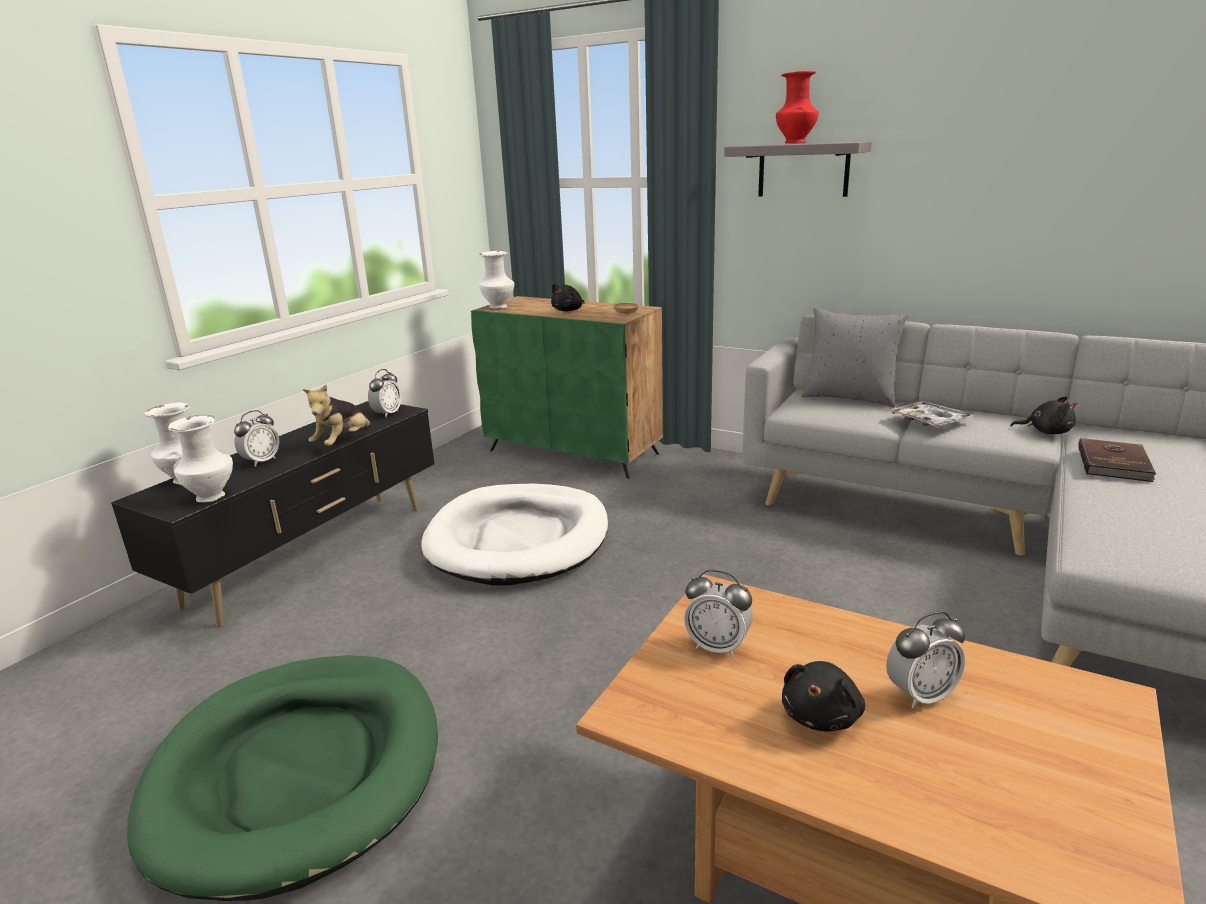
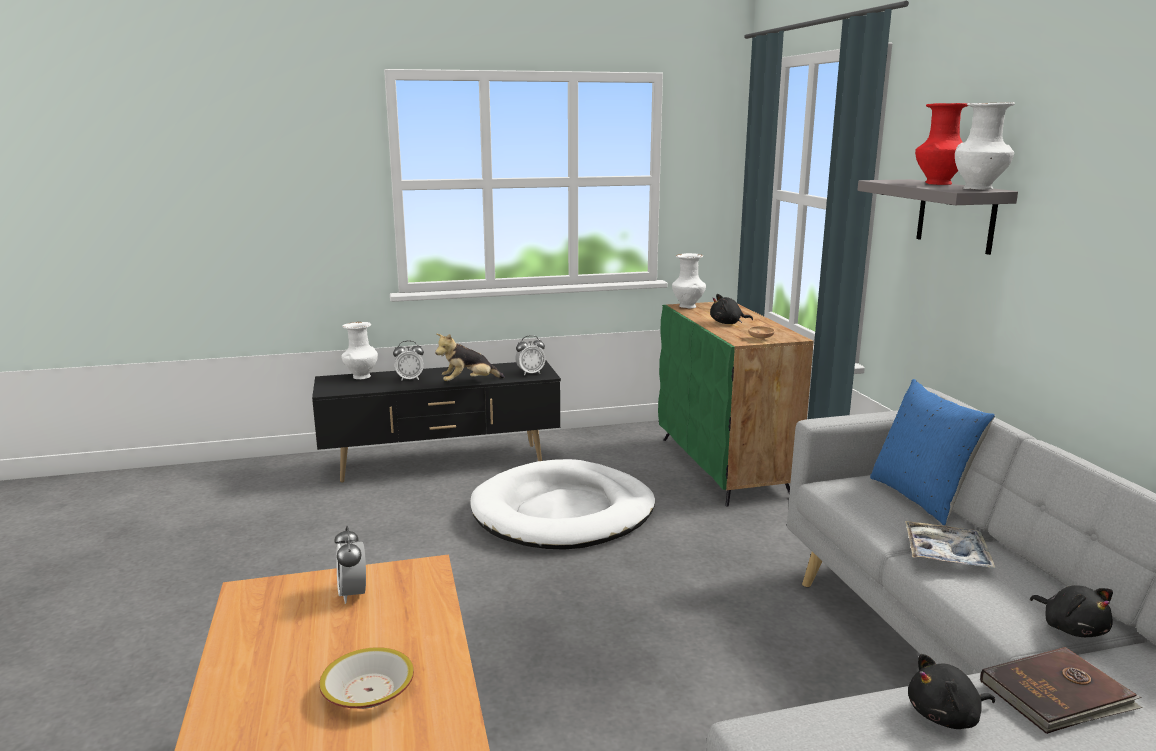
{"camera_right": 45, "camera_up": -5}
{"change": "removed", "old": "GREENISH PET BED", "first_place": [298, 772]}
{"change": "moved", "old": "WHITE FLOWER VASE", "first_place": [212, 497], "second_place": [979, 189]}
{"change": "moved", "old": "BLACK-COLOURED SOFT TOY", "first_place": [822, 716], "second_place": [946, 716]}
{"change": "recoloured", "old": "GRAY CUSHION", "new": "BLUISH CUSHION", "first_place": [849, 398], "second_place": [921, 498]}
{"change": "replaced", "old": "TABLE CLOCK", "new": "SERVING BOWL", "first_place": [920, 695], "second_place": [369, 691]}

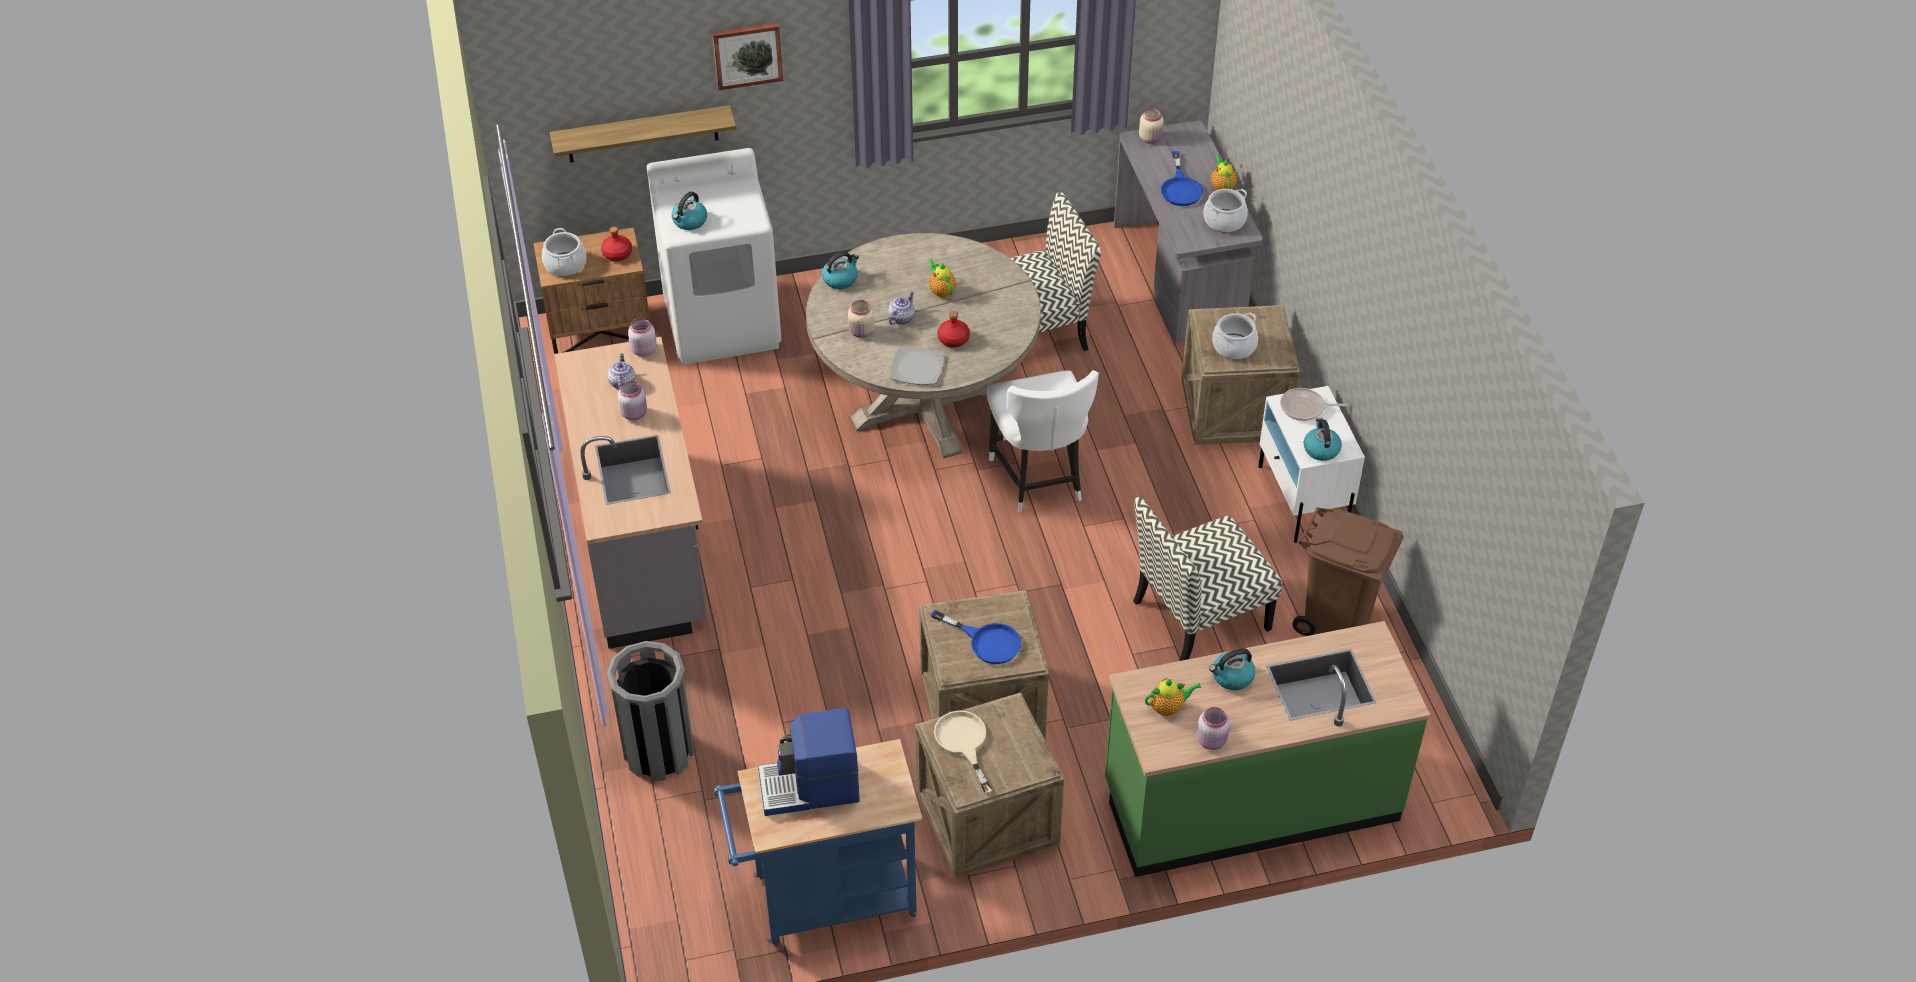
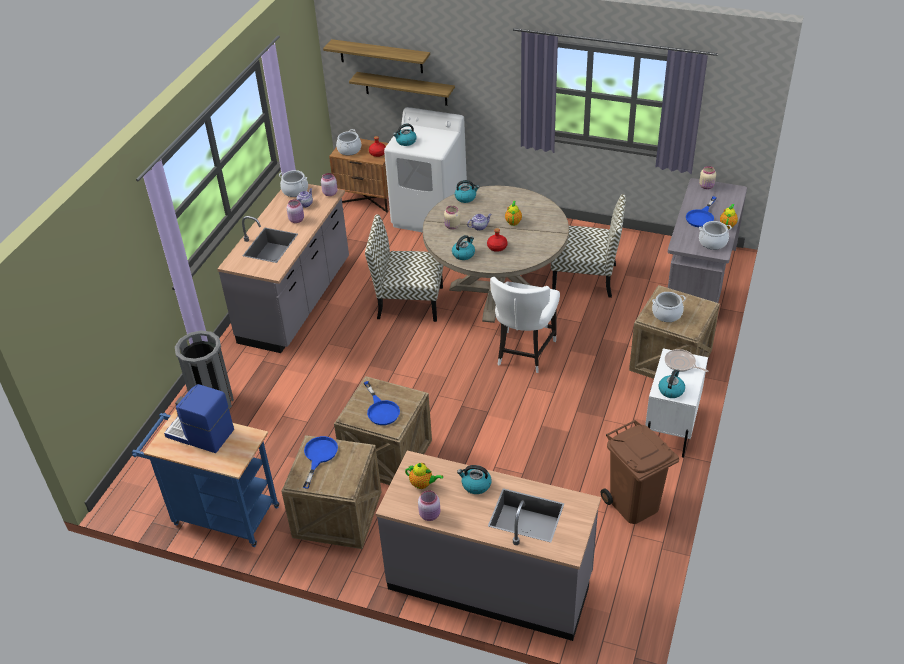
{"camera_right": 35, "camera_up": -5}
{"change": "removed", "old": "PICTURE", "first_place": [747, 54]}
{"change": "replaced", "old": "FLAT DISH", "new": "KETTLE", "first_place": [916, 368], "second_place": [463, 254]}
{"change": "recoloured", "old": "SAND-COLOURED PAN", "new": "BLUISH PAN", "first_place": [963, 743], "second_place": [319, 456]}
{"change": "recoloured", "old": "GREENISH KITCHEN COUNTER", "new": "GRAY KITCHEN COUNTER", "first_place": [1250, 802], "second_place": [490, 582]}
{"change": "moved", "old": "PLAIN CHAIR", "first_place": [1199, 616], "second_place": [408, 302]}
{"change": "added", "new": "COOKING POT", "second_place": [295, 190]}
{"change": "added", "new": "BRACKET SHELF", "second_place": [381, 56]}

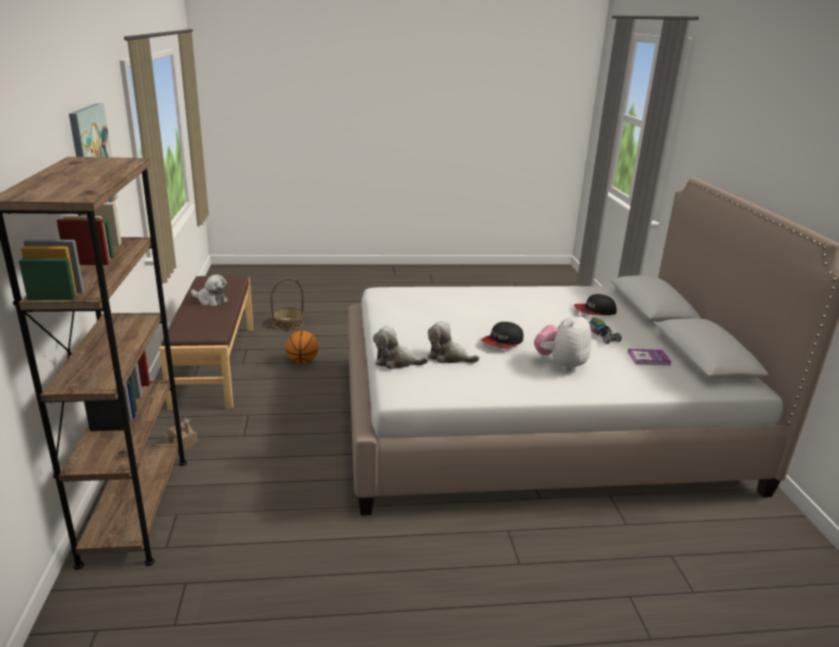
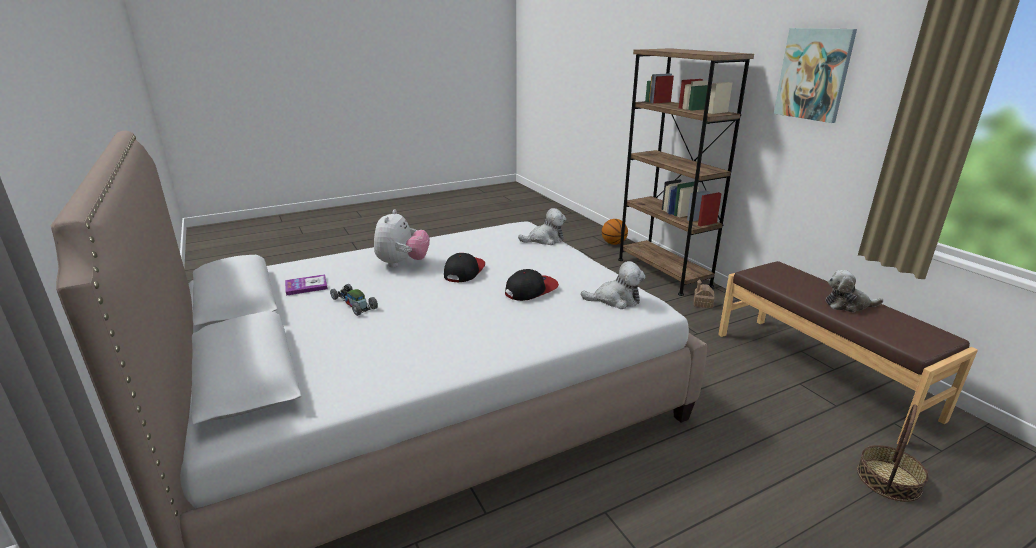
{"camera_right": 160, "camera_up": 0}
{"change": "moved", "old": "BASKETBALL BALL", "first_place": [302, 361], "second_place": [613, 243]}
{"change": "moved", "old": "SOFT TOY", "first_place": [448, 357], "second_place": [615, 300]}
{"change": "moved", "old": "PEAKED CAP", "first_place": [594, 311], "second_place": [531, 290]}

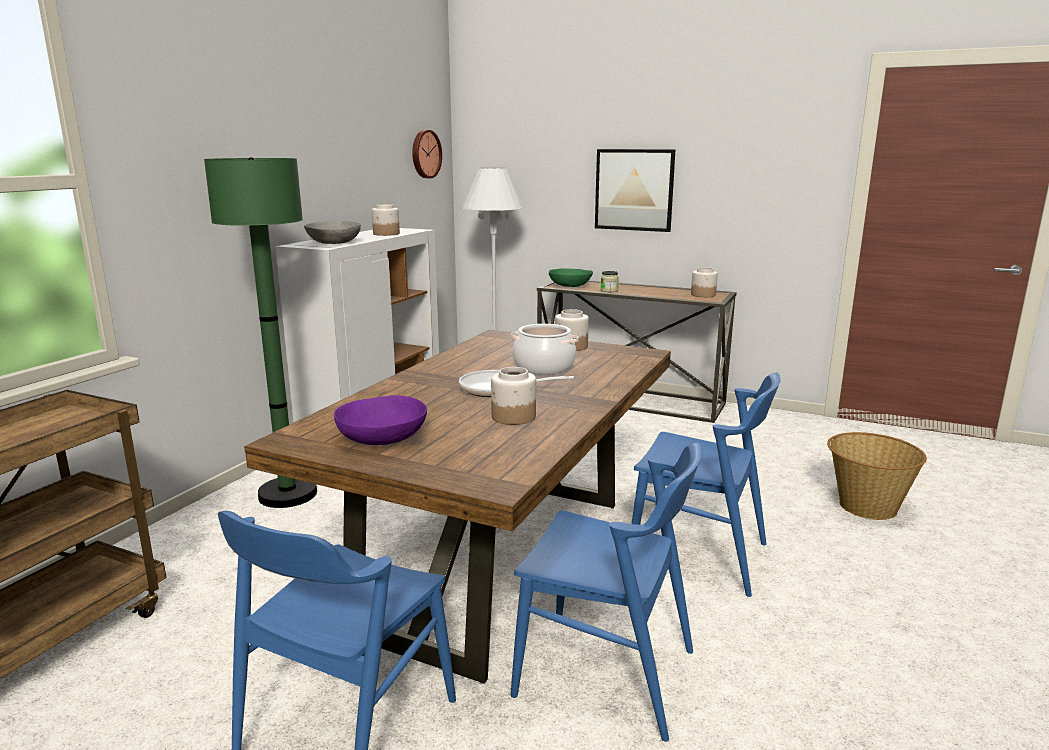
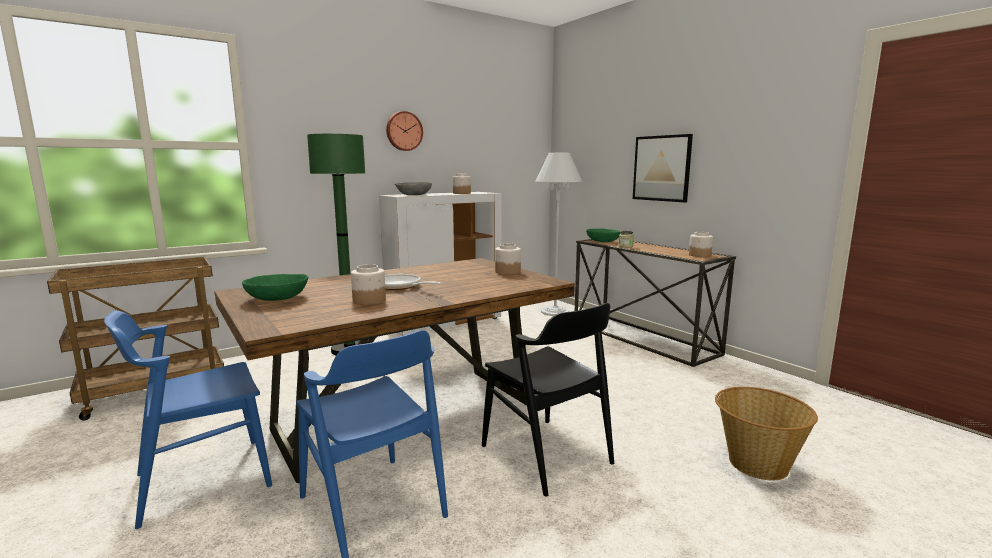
{"camera_right": 30, "camera_up": -5}
{"change": "recoloured", "old": "PURPLE SERVING BOWL", "new": "GREENISH SERVING BOWL", "first_place": [382, 438], "second_place": [277, 298]}
{"change": "moved", "old": "HANGING CLOCK", "first_place": [425, 154], "second_place": [404, 131]}
{"change": "removed", "old": "COOKING POT", "first_place": [543, 367]}
{"change": "recoloured", "old": "BLUISH PLAIN CHAIR", "new": "BLACK-COLOURED PLAIN CHAIR", "first_place": [698, 555], "second_place": [546, 454]}

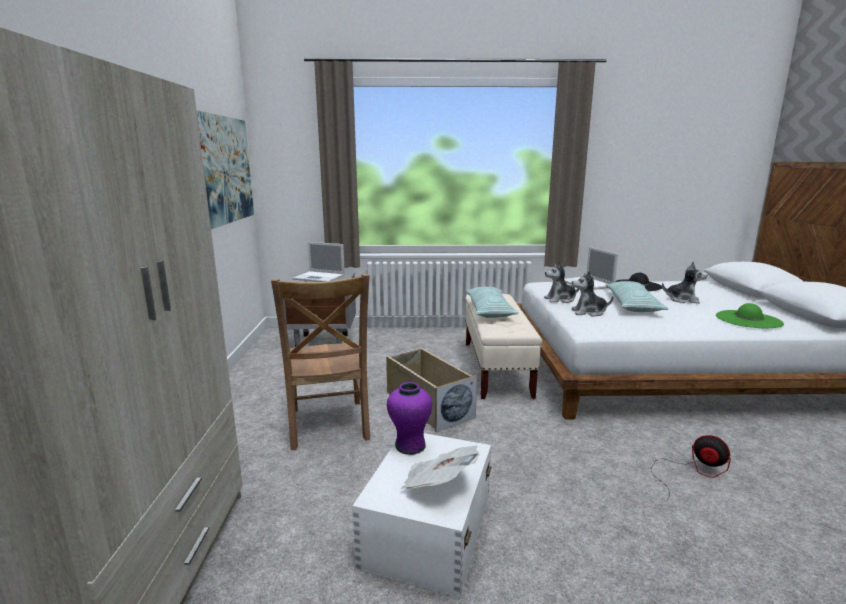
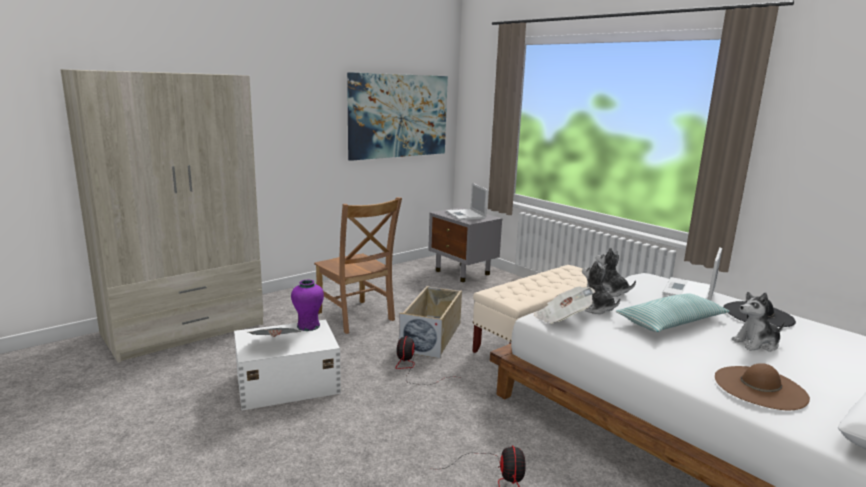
{"camera_right": 50, "camera_up": 0}
{"change": "turned", "old": "BROWNISH PLAIN CHAIR", "first_place": [328, 426], "second_place": [356, 317], "degrees": -75}
{"change": "removed", "old": "CUSHION", "first_place": [489, 310]}
{"change": "turned", "old": "SOFT TOY", "first_place": [682, 300], "second_place": [756, 344], "degrees": 90}
{"change": "recoloured", "old": "GREENISH WEARABLE HAT", "new": "BROWNISH WEARABLE HAT", "first_place": [748, 319], "second_place": [760, 387]}
{"change": "added", "new": "COOLING FAN", "second_place": [413, 369]}
{"change": "added", "new": "PRINTED PAPER", "second_place": [562, 318]}

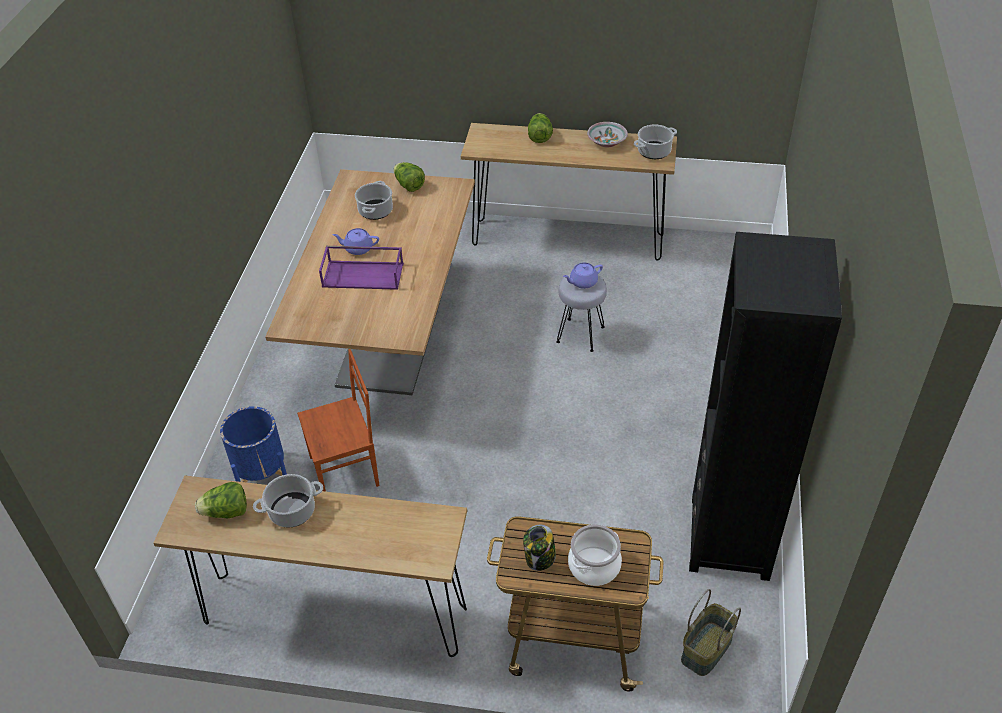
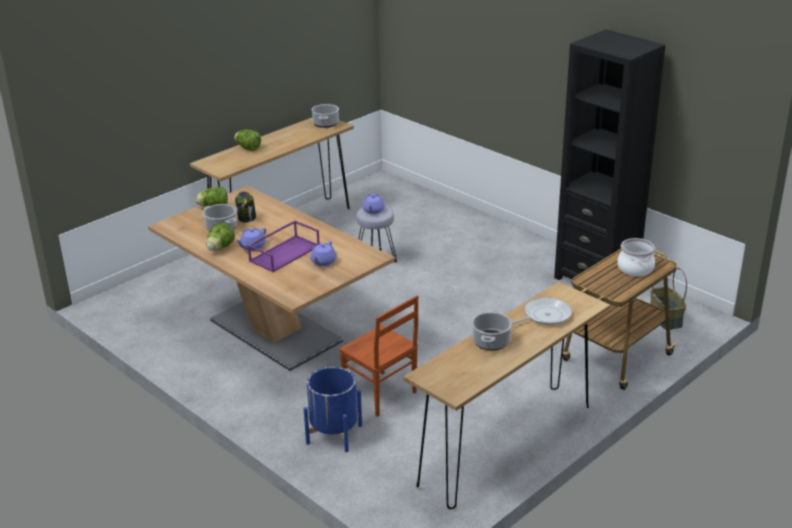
{"camera_right": -55, "camera_up": -15}
{"change": "moved", "old": "HEAD OF LETTUCE", "first_place": [226, 512], "second_place": [220, 248]}
{"change": "turned", "old": "BROWNISH PLAIN CHAIR", "first_place": [346, 471], "second_place": [380, 395], "degrees": 120}
{"change": "moved", "old": "JAR", "first_place": [540, 558], "second_place": [247, 218]}
{"change": "removed", "old": "SERVING BOWL", "first_place": [606, 142]}
{"change": "added", "new": "PURPLE POT FOR TEA", "second_place": [323, 262]}
{"change": "added", "new": "PAN", "second_place": [544, 316]}

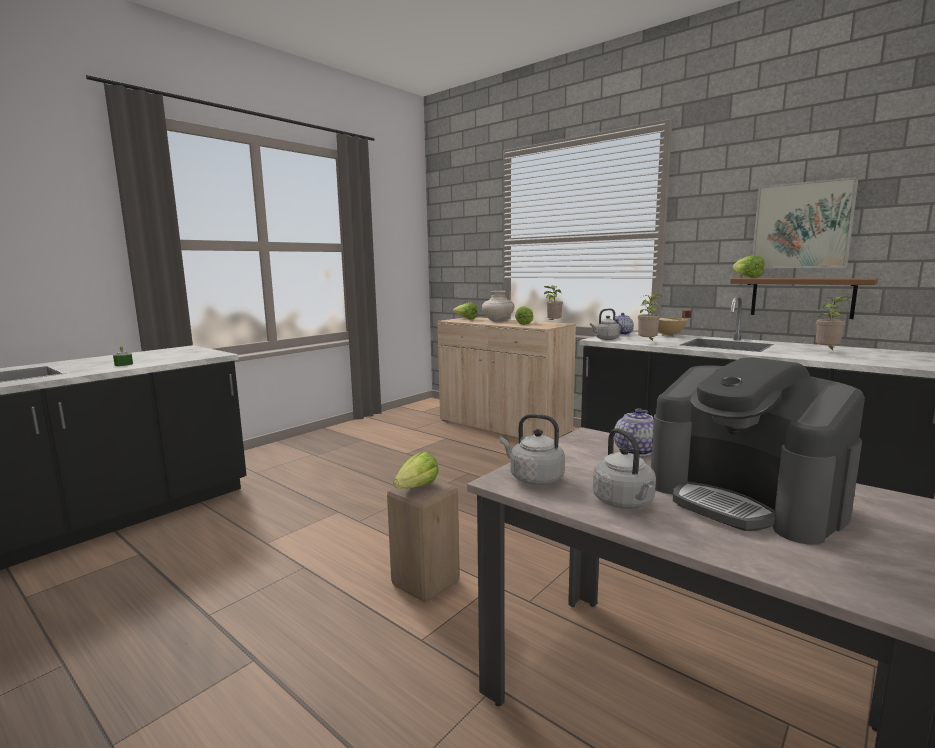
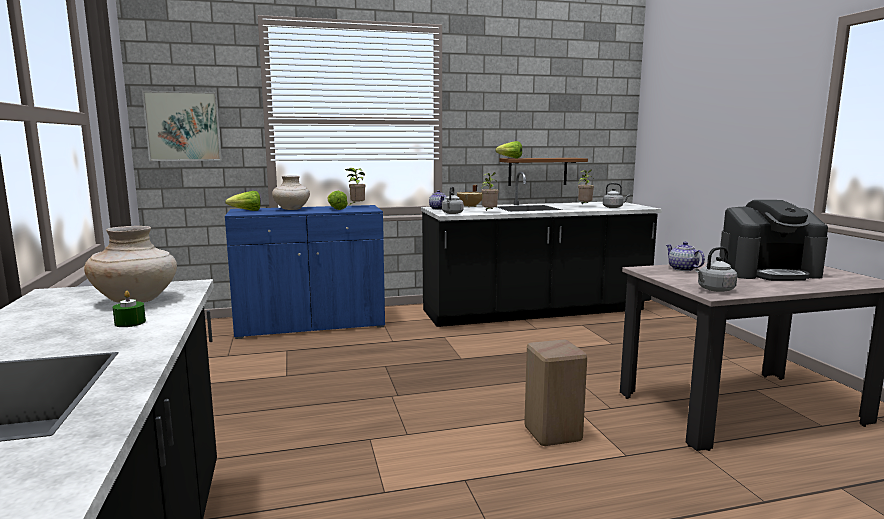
{"camera_right": -55, "camera_up": 0}
{"change": "removed", "old": "HEAD OF LETTUCE", "first_place": [413, 489]}
{"change": "recoloured", "old": "SAND-COLOURED CUPBOARD", "new": "BLUISH CUPBOARD", "first_place": [503, 426], "second_place": [311, 325]}
{"change": "moved", "old": "GRAY KETTLE", "first_place": [625, 503], "second_place": [614, 207]}
{"change": "moved", "old": "PICTURE", "first_place": [801, 225], "second_place": [183, 126]}
{"change": "added", "new": "SAND-COLOURED FLOWER VASE", "second_place": [136, 300]}

